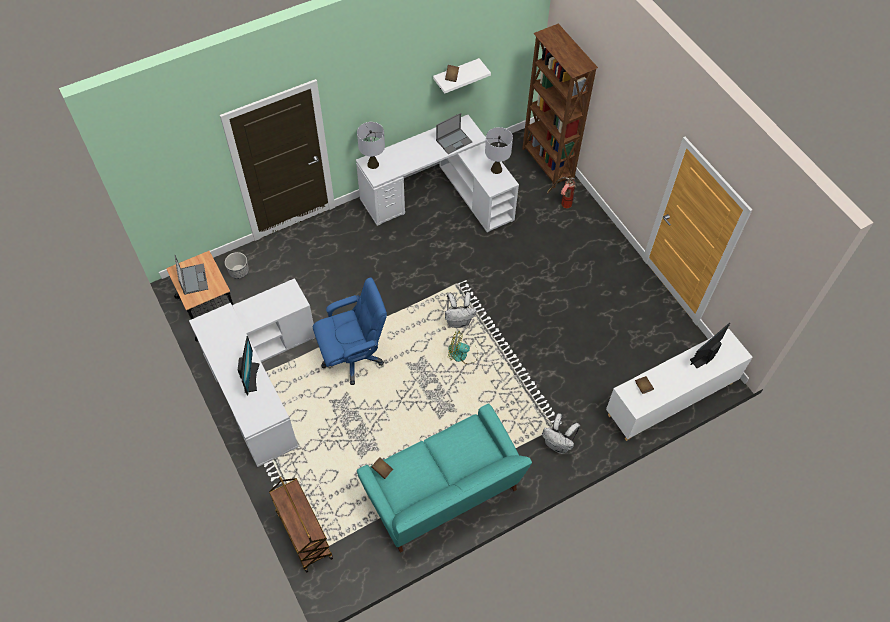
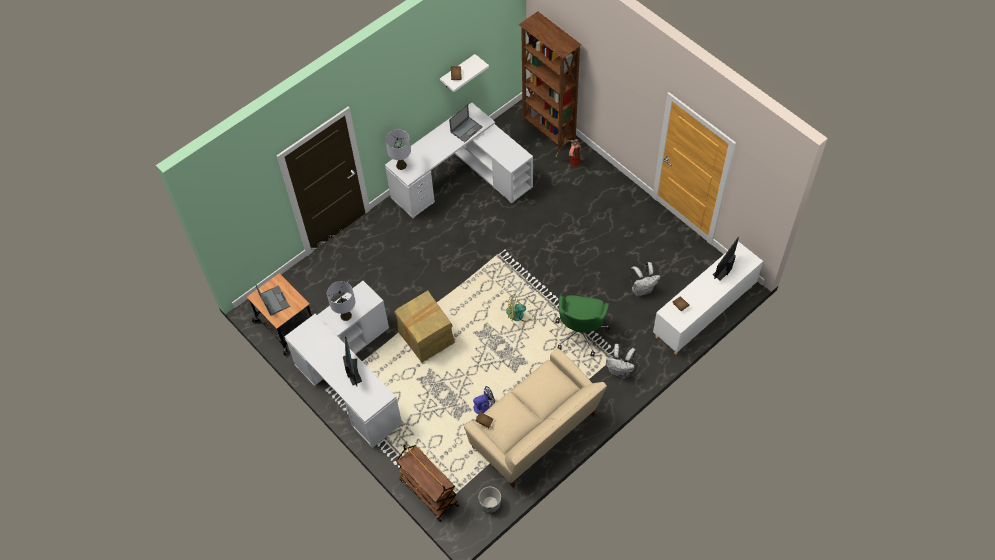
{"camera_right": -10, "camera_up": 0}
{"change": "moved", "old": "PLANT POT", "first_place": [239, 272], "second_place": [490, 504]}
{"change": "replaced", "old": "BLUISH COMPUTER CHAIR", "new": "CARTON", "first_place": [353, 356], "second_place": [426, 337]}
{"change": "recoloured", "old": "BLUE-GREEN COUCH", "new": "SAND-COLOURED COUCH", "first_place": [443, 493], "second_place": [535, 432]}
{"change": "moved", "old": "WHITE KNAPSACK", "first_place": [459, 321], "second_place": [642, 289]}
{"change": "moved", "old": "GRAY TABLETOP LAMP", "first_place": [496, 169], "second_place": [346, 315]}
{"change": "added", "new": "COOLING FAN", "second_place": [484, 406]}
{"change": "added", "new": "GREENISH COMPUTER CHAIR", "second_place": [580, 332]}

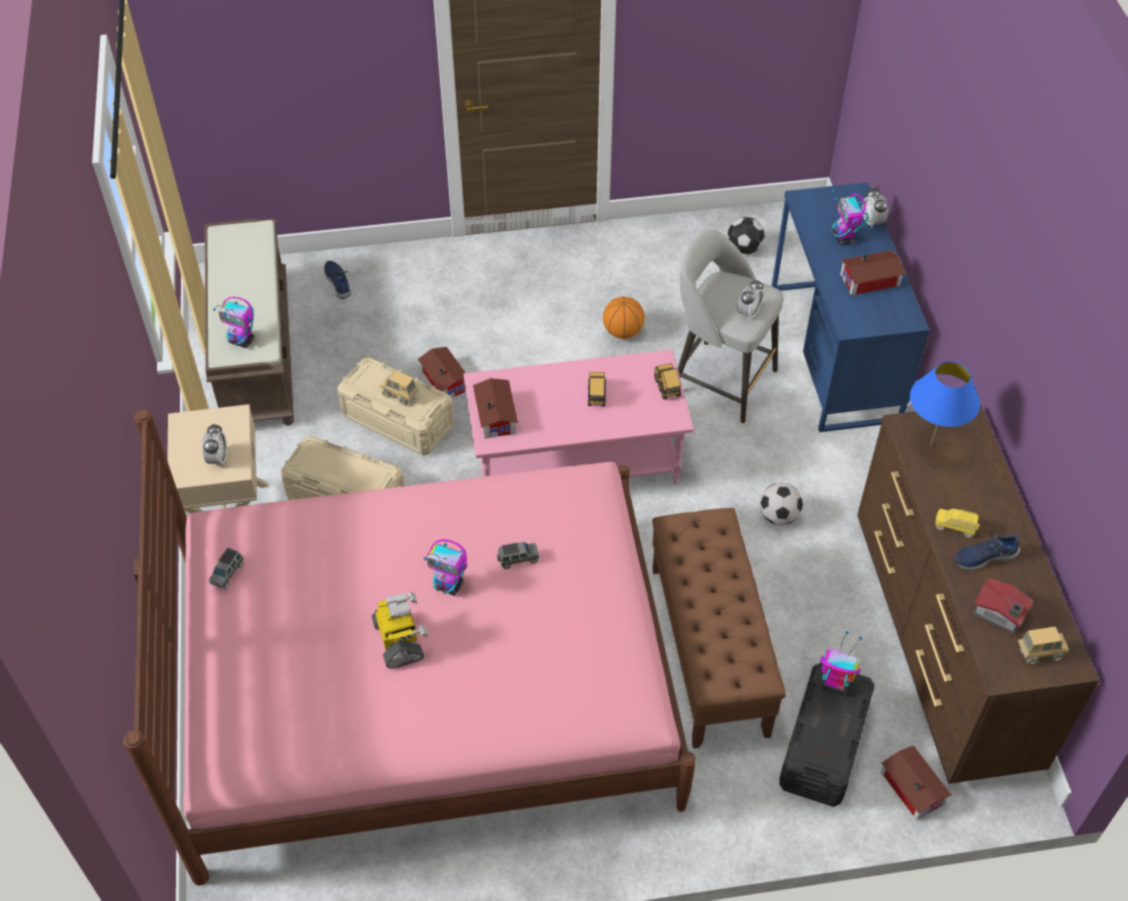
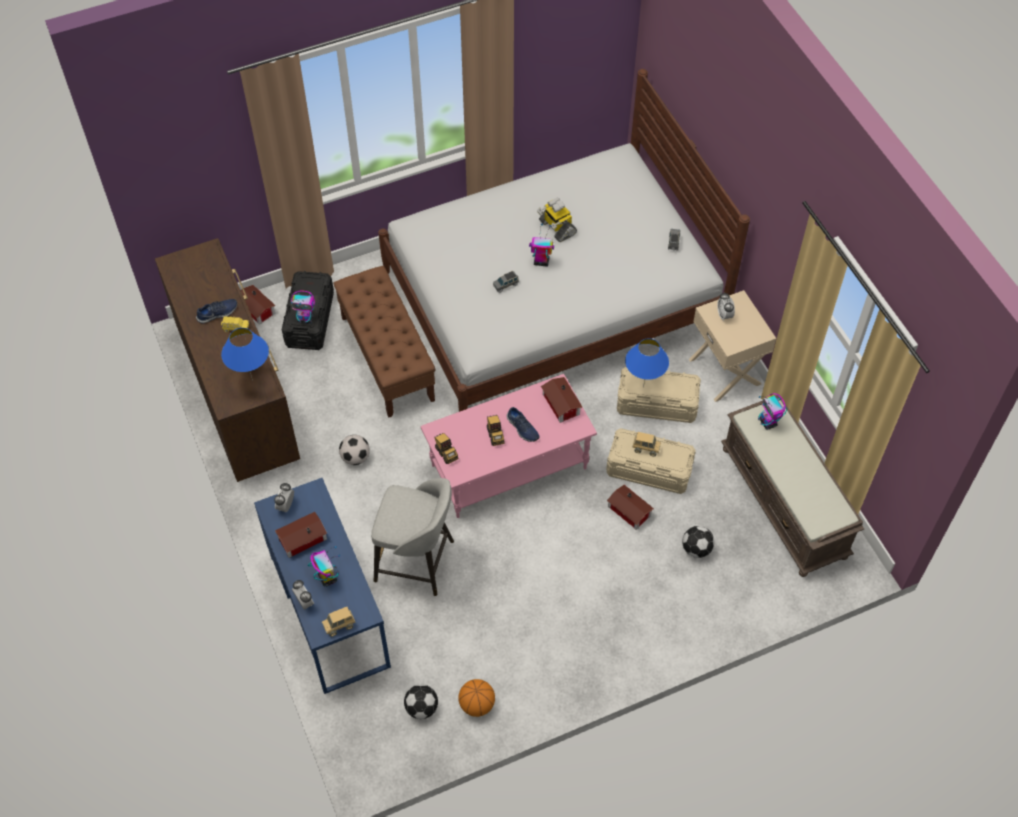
{"camera_right": 165, "camera_up": 5}
{"change": "recoloured", "old": "PINK SLEEPING BED", "new": "WHITE SLEEPING BED", "first_place": [428, 687], "second_place": [551, 301]}
{"change": "turned", "old": "TOY ROBOT", "first_place": [242, 341], "second_place": [768, 423], "degrees": -120}
{"change": "moved", "old": "BLUISH ITEM OF FOOTWEAR", "first_place": [338, 282], "second_place": [522, 428]}
{"change": "moved", "old": "BASKETBALL BALL", "first_place": [623, 332], "second_place": [477, 704]}
{"change": "moved", "old": "TABLE CLOCK", "first_place": [748, 312], "second_place": [286, 506]}
{"change": "removed", "old": "MINIATURE HOUSE", "first_place": [999, 615]}
{"change": "moved", "old": "TOY TRUCK", "first_place": [1039, 653], "second_place": [339, 626]}
{"change": "added", "new": "BLUISH TABLETOP LAMP", "second_place": [643, 387]}
{"change": "added", "new": "FOOTBALL BALL", "second_place": [696, 549]}

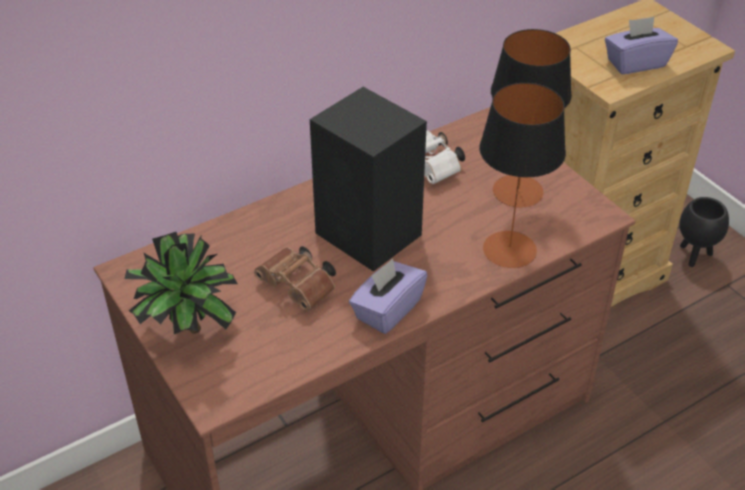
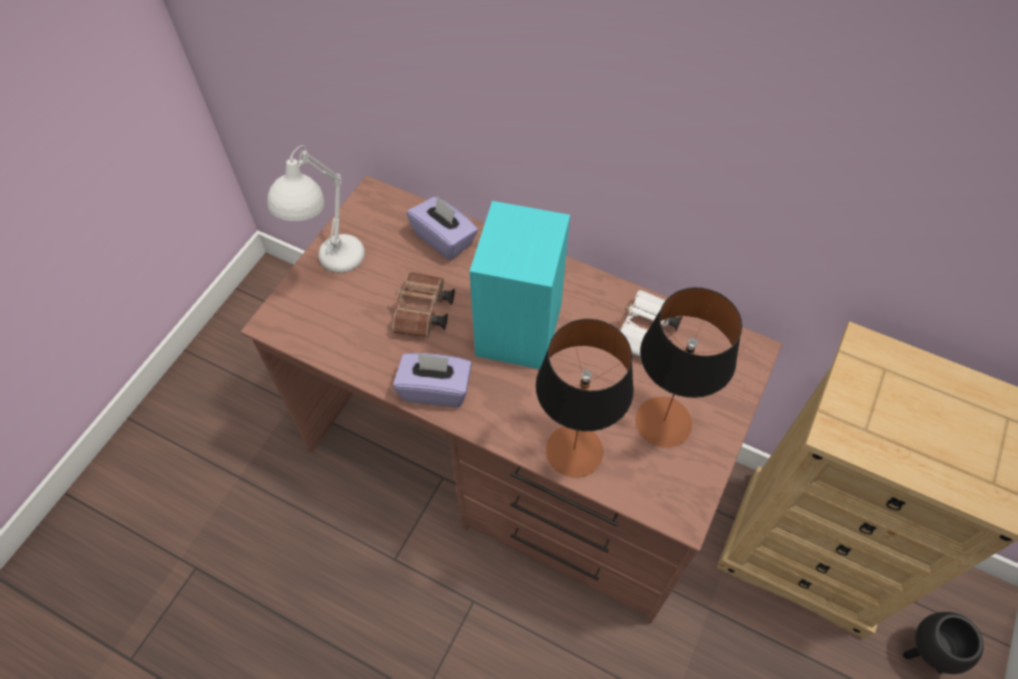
{"camera_right": 60, "camera_up": 15}
{"change": "replaced", "old": "POTTED PLANT", "new": "WHITE TABLETOP LAMP", "first_place": [187, 333], "second_place": [331, 269]}
{"change": "recoloured", "old": "BLACK-COLOURED AUDIO SPEAKER", "new": "BLUE-GREEN AUDIO SPEAKER", "first_place": [370, 235], "second_place": [518, 332]}
{"change": "moved", "old": "PURPLE TISSUE HOLDER", "first_place": [635, 63], "second_place": [444, 239]}

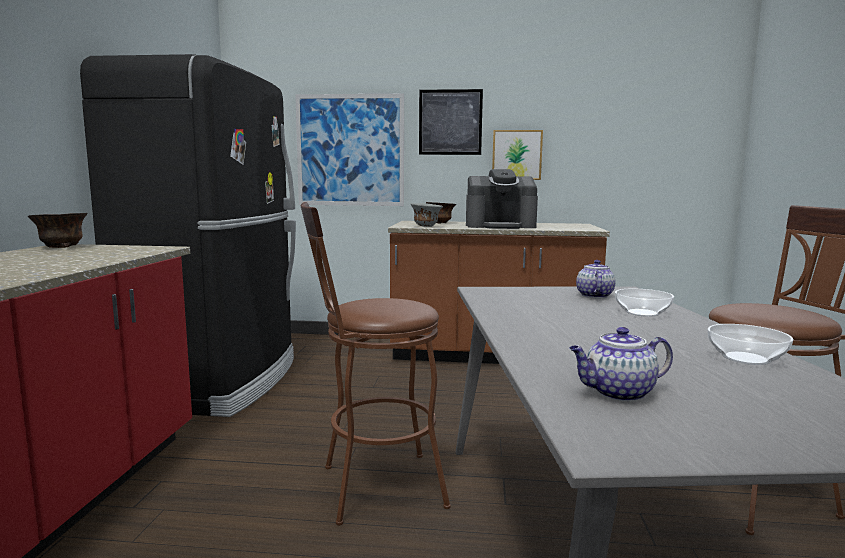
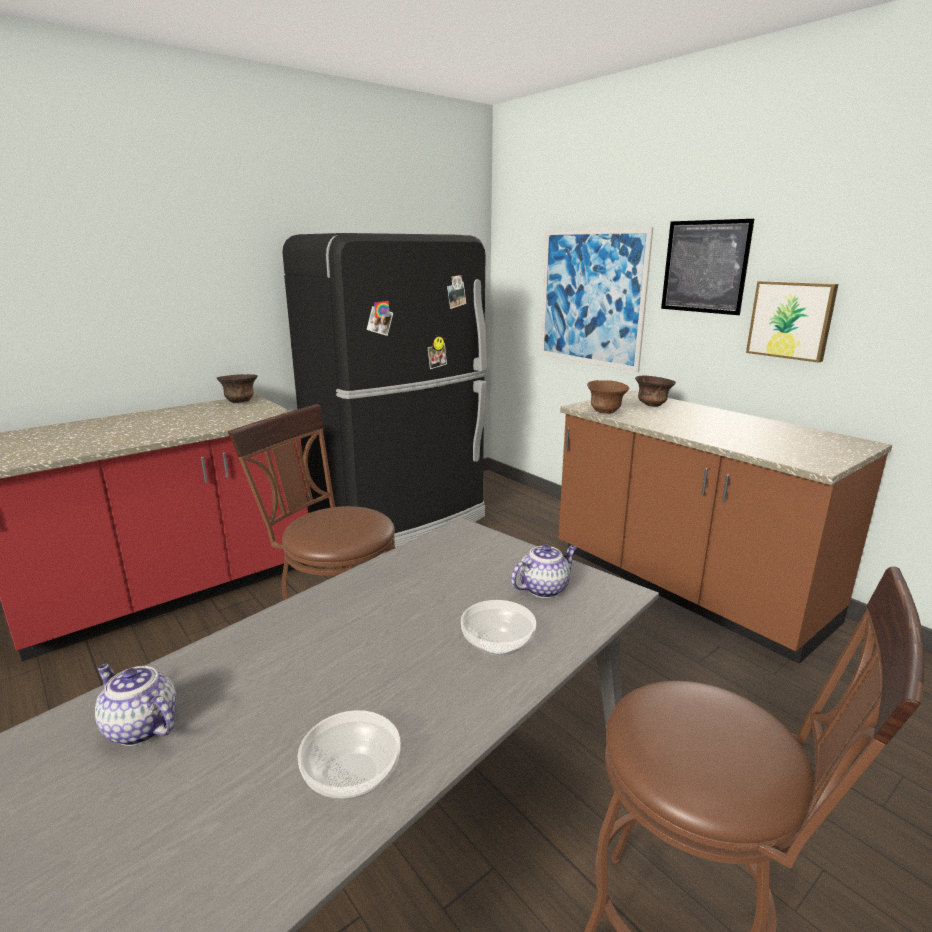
{"camera_right": 45, "camera_up": 10}
{"change": "recoloured", "old": "GRAY SERVING BOWL", "new": "BROWNISH SERVING BOWL", "first_place": [426, 226], "second_place": [605, 412]}
{"change": "removed", "old": "COFFEE MAKER", "first_place": [500, 226]}

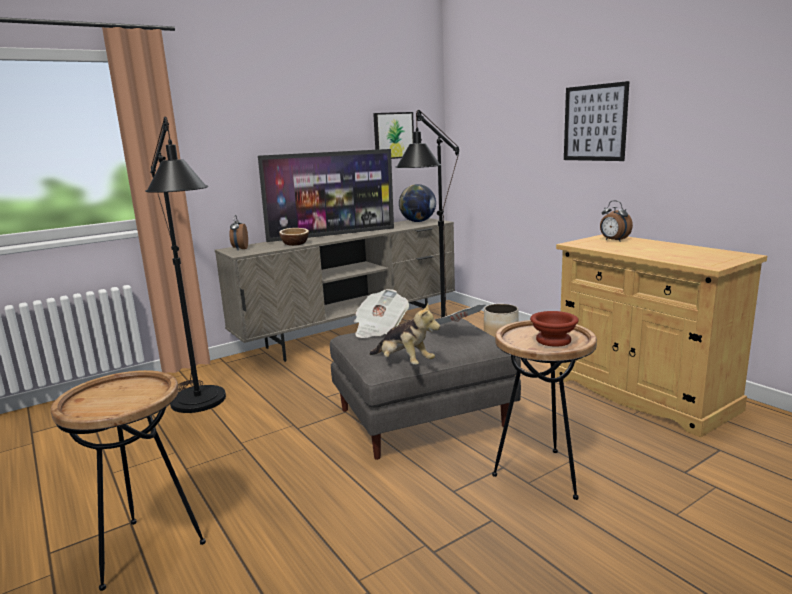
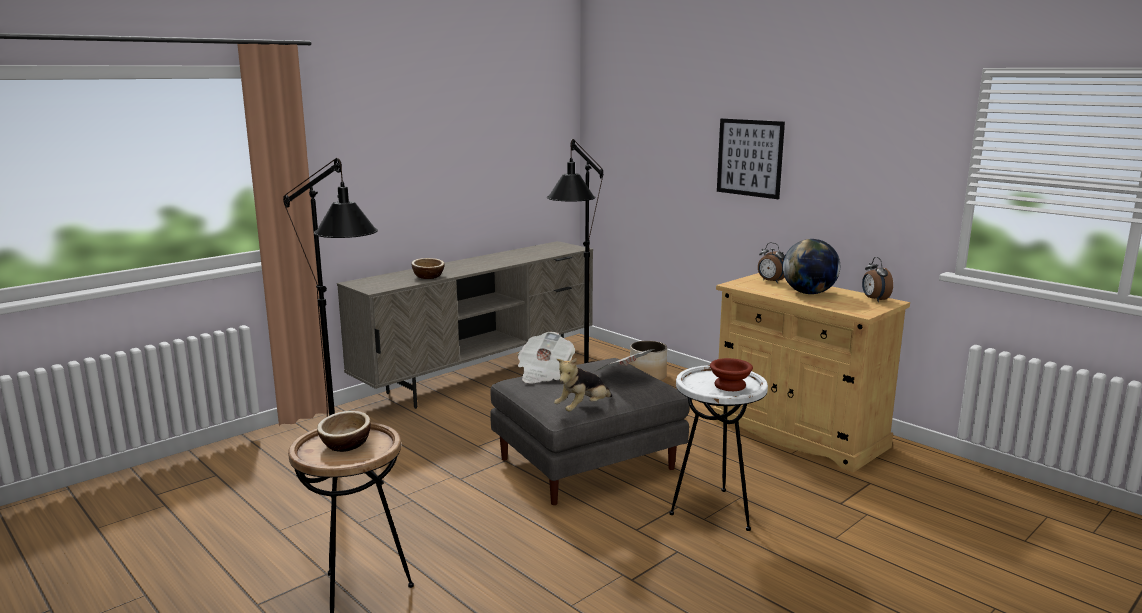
{"camera_right": -10, "camera_up": 0}
{"change": "moved", "old": "TABLE CLOCK", "first_place": [240, 249], "second_place": [874, 299]}
{"change": "removed", "old": "TELEVISION", "first_place": [332, 235]}
{"change": "turned", "old": "SOFT TOY", "first_place": [404, 363], "second_place": [583, 408], "degrees": 105}
{"change": "removed", "old": "PICTURE", "first_place": [393, 135]}
{"change": "moved", "old": "WORLD GLOBE", "first_place": [418, 221], "second_place": [809, 293]}
{"change": "recoloured", "old": "BROWNISH END TABLE", "new": "WHITE END TABLE", "first_place": [541, 474], "second_place": [714, 511]}
{"change": "added", "new": "SERVING BOWL", "second_place": [345, 444]}

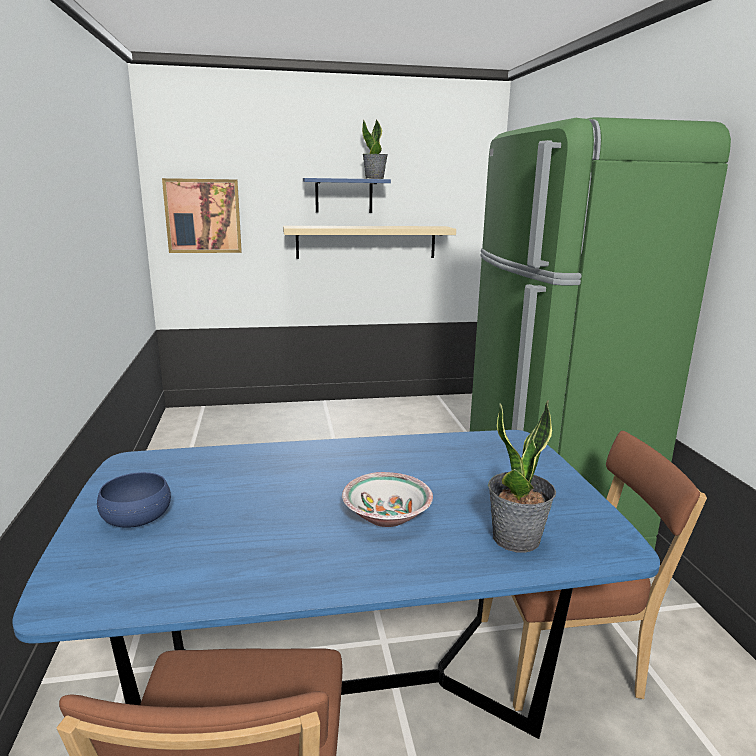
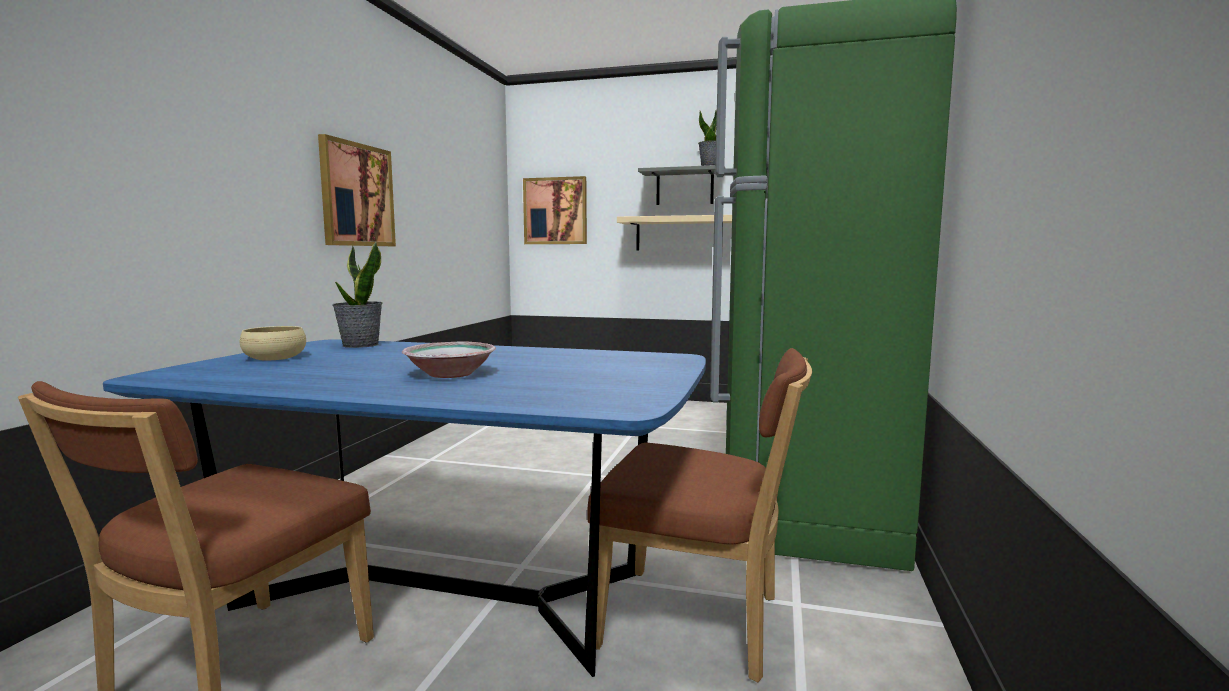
{"camera_right": 25, "camera_up": -10}
{"change": "recoloured", "old": "BLUISH SERVING BOWL", "new": "SAND-COLOURED SERVING BOWL", "first_place": [137, 517], "second_place": [275, 358]}
{"change": "recoloured", "old": "BLUISH BRACKET SHELF", "new": "GRAY BRACKET SHELF", "first_place": [344, 195], "second_place": [684, 187]}
{"change": "moved", "old": "POTTED PLANT", "first_place": [516, 539], "second_place": [360, 345]}
{"change": "added", "new": "PICTURE", "second_place": [357, 195]}

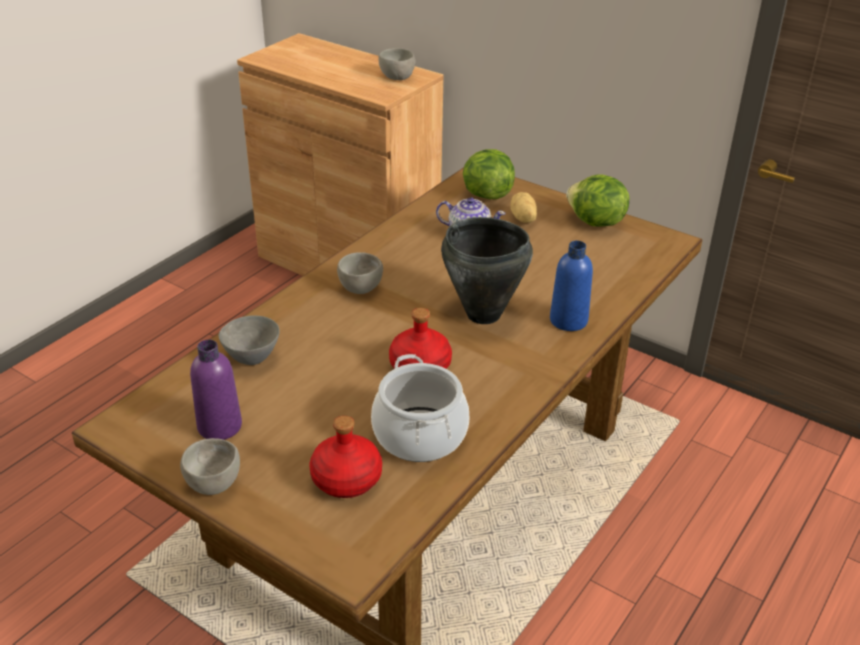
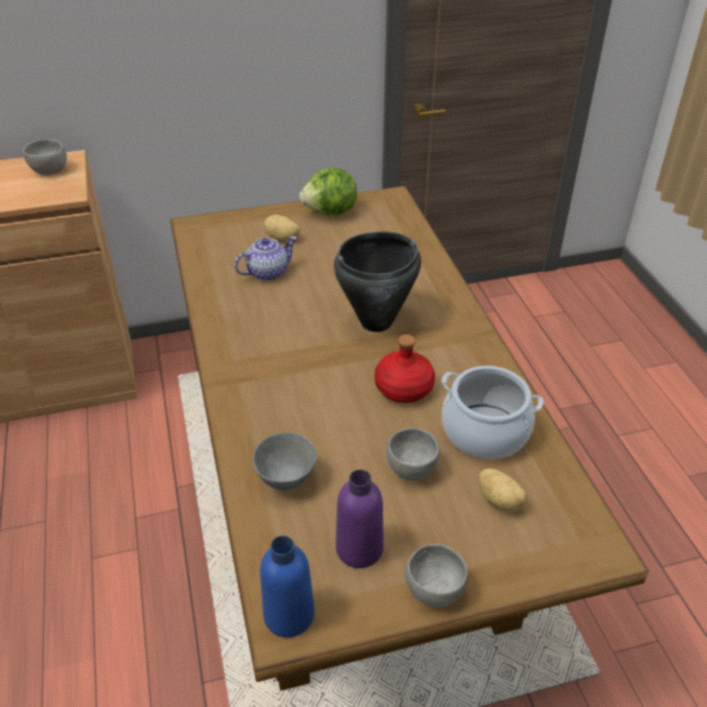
{"camera_right": -50, "camera_up": 5}
{"change": "replaced", "old": "RED-COLOURED BEVERAGE BOTTLE", "new": "SPUD", "first_place": [347, 478], "second_place": [500, 500]}
{"change": "moved", "old": "GRAY SERVING BOWL", "first_place": [362, 288], "second_place": [412, 468]}
{"change": "removed", "old": "HEAD OF LETTUCE", "first_place": [486, 194]}
{"change": "moved", "old": "BLUISH BEVERAGE BOTTLE", "first_place": [568, 320], "second_place": [289, 615]}

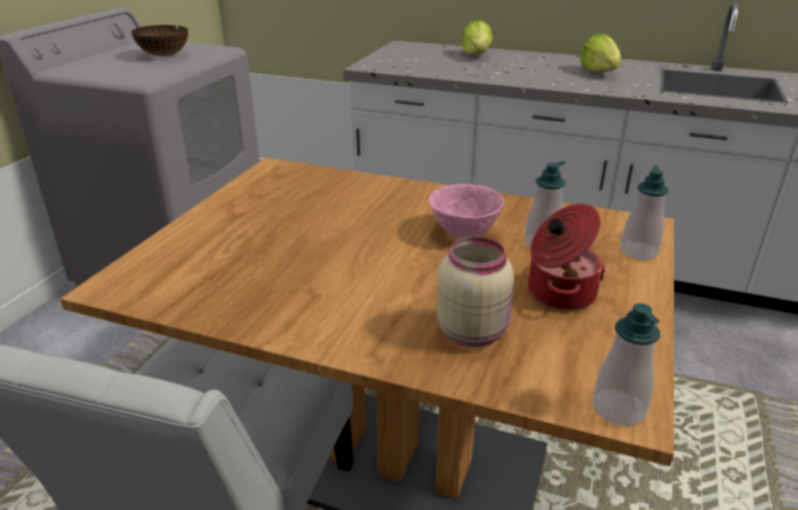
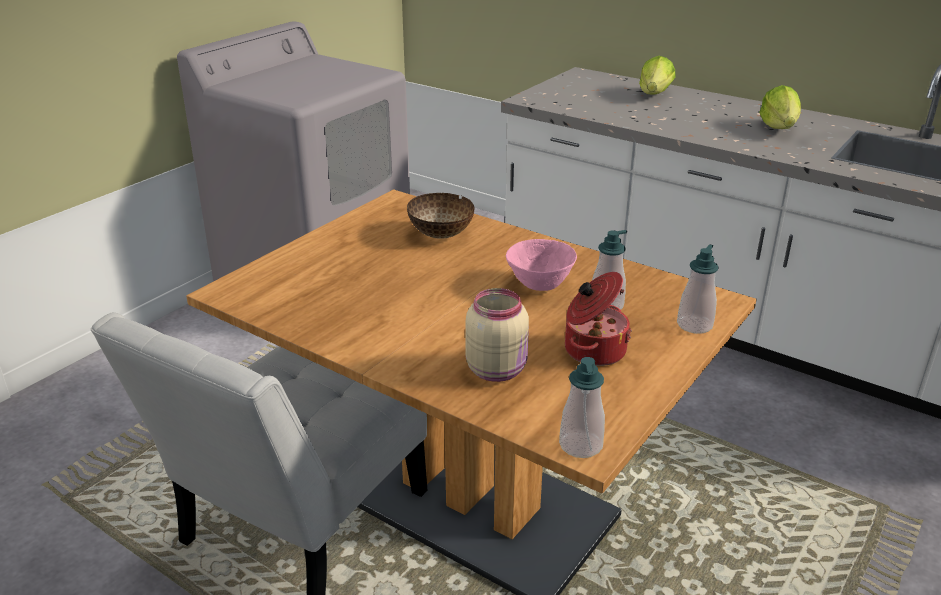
{"camera_right": 15, "camera_up": 0}
{"change": "moved", "old": "SERVING BOWL", "first_place": [164, 56], "second_place": [441, 235]}

